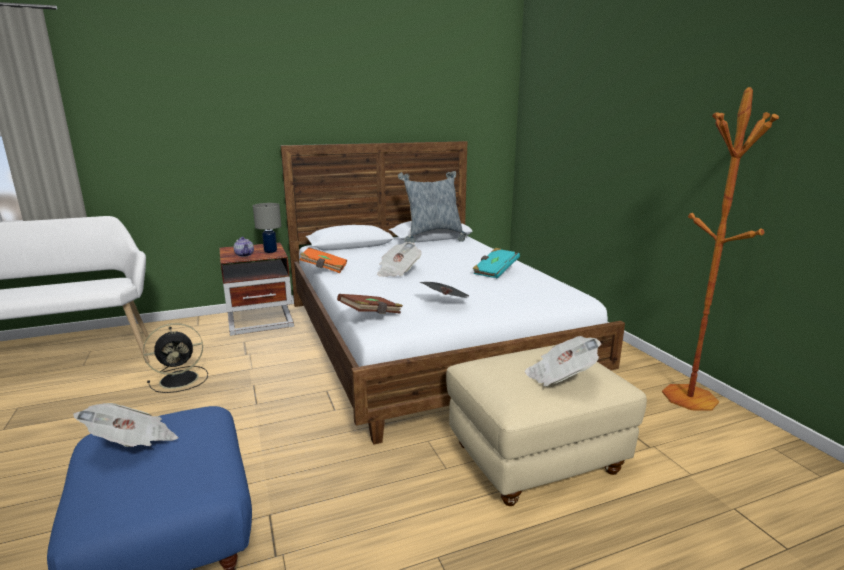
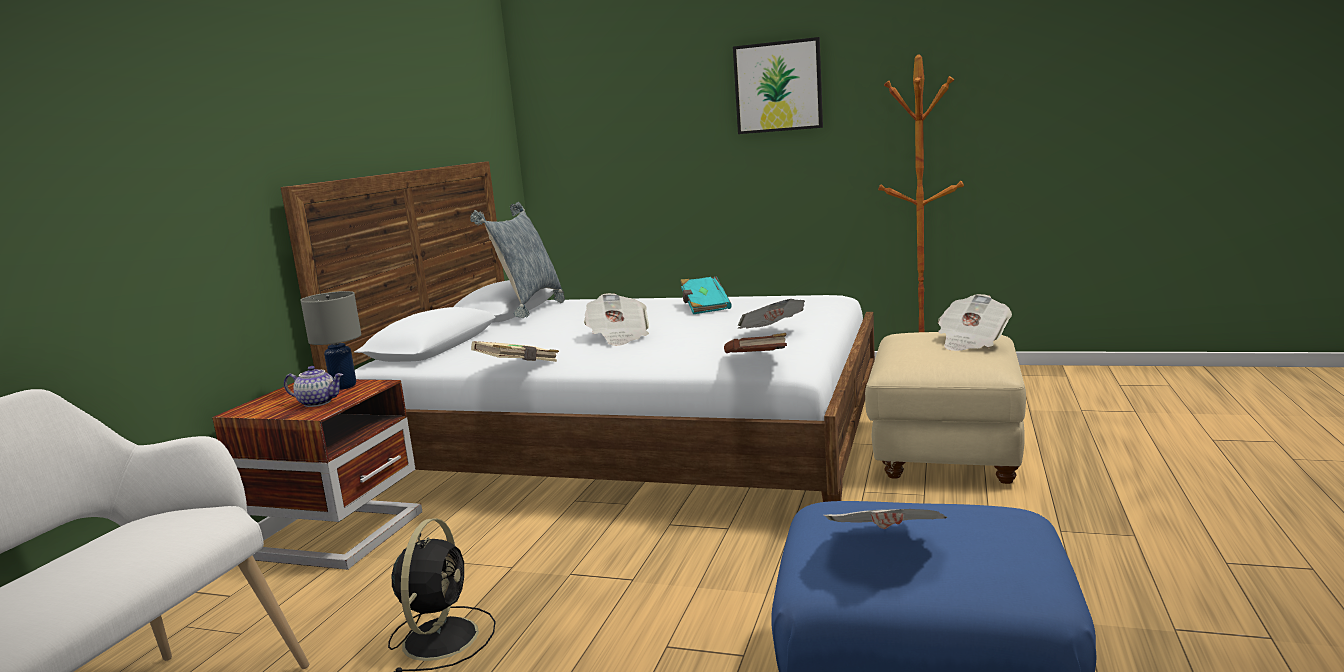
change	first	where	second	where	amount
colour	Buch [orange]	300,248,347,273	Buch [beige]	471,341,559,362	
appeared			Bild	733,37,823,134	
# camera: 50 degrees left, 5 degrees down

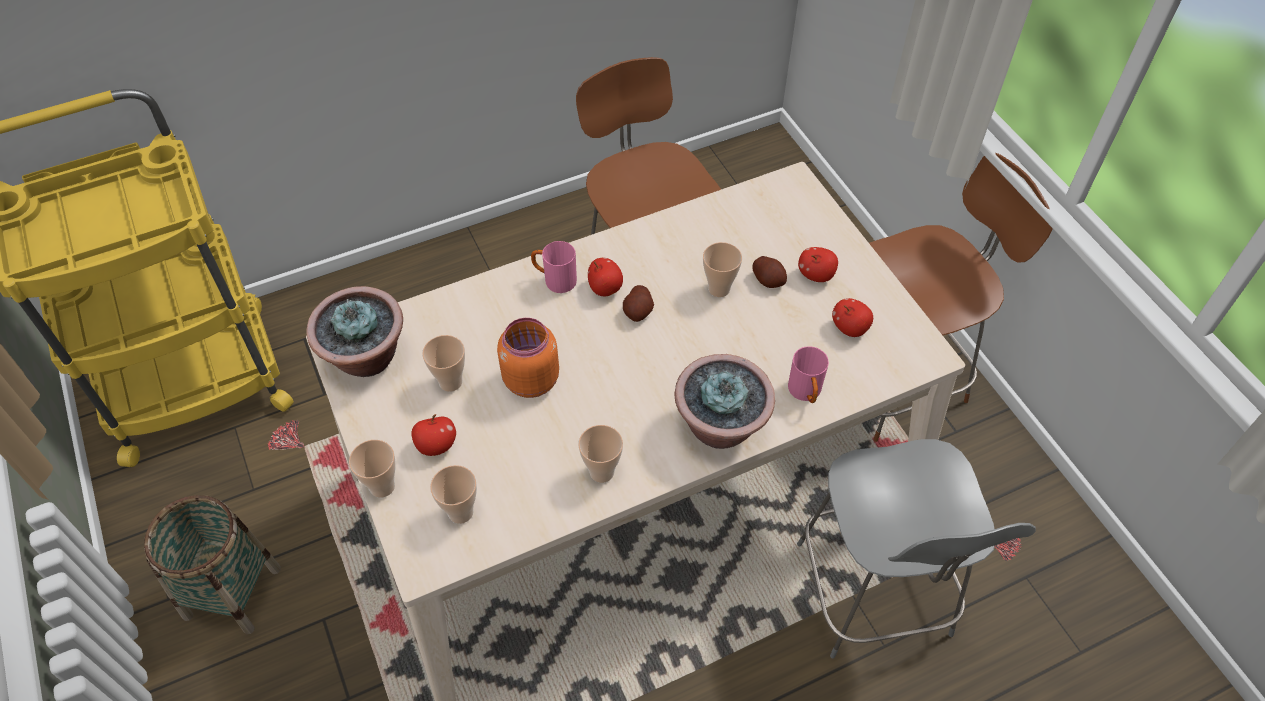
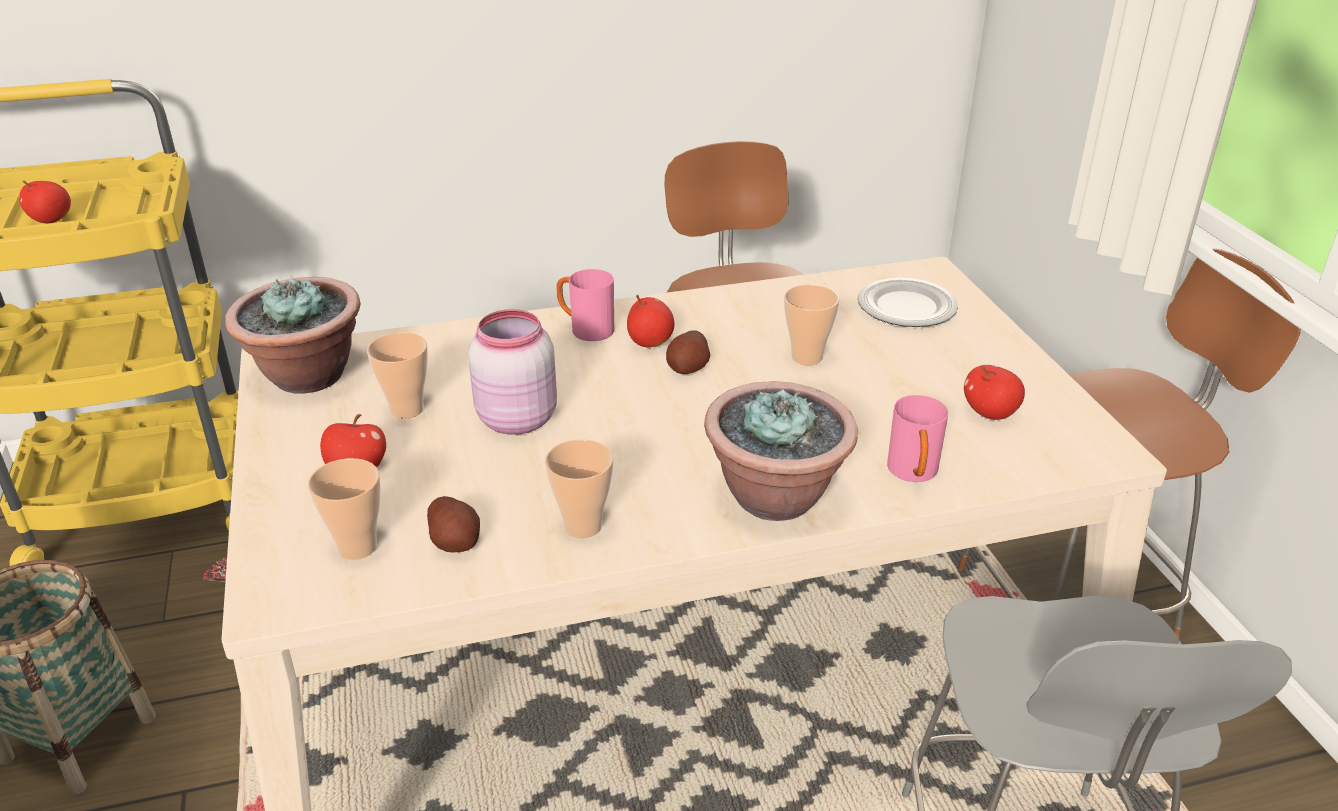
change	first	where	second	where	amount
missing	Tasse	349,440,396,498			
colour	Vorratsglas [orange]	497,318,559,398	Vorratsglas [rosa]	468,309,557,435	
relocated	Kartoffel	752,256,787,288		427,496,480,552	
relocated	Apfel	798,247,838,282		19,181,71,223	
appeared			Teller	858,278,958,327	
# camera: 10 degrees right, 20 degrees down

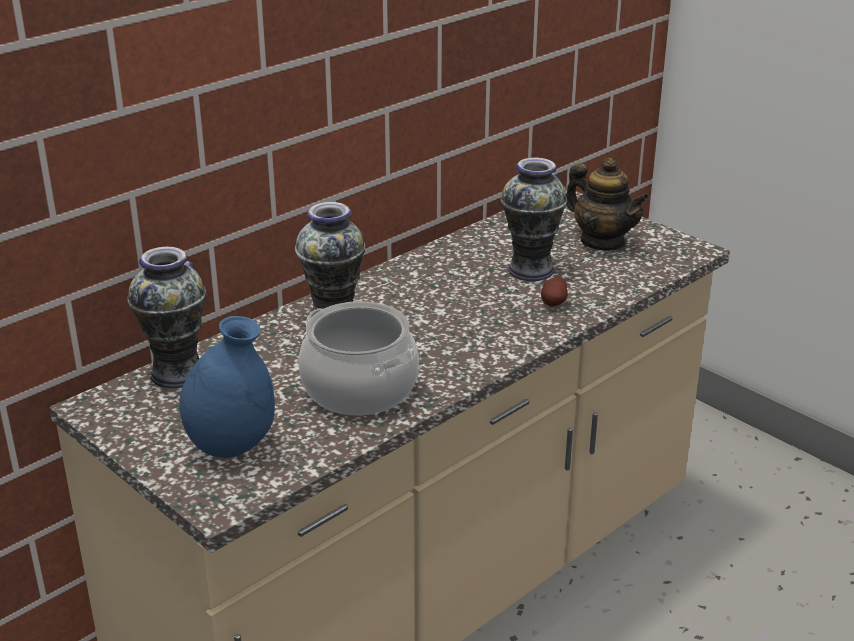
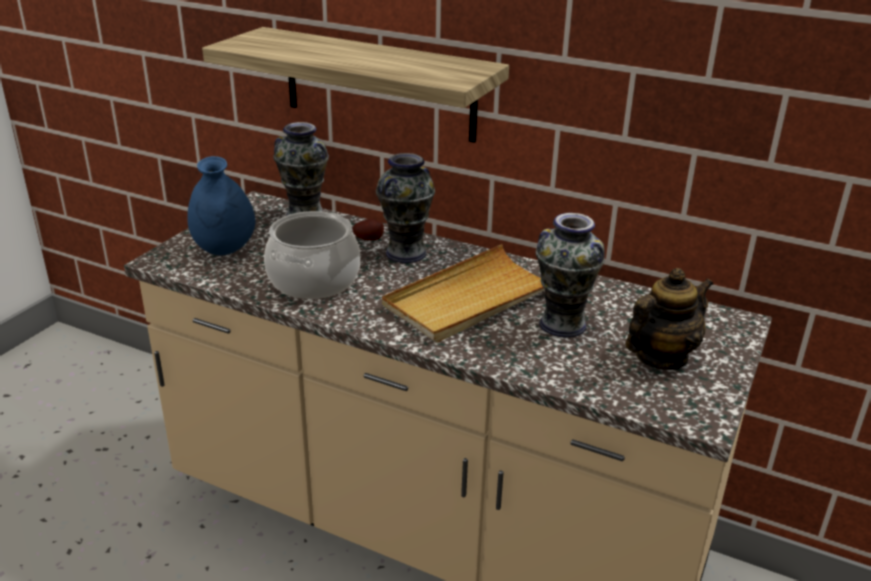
change	first	where	second	where	amount
relocated	Kartoffel	541,276,568,306		353,219,384,240	
spun	Teekanne	566,158,649,251		625,268,713,370	150 degrees counterclockwise
appeared			Wandregal	202,27,509,143	
appeared			Tablett [beige]	382,244,545,343	
# camera: 70 degrees right, 0 degrees up

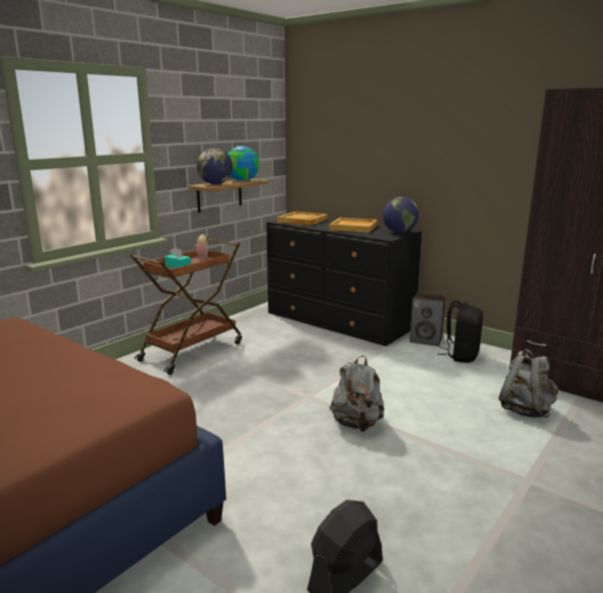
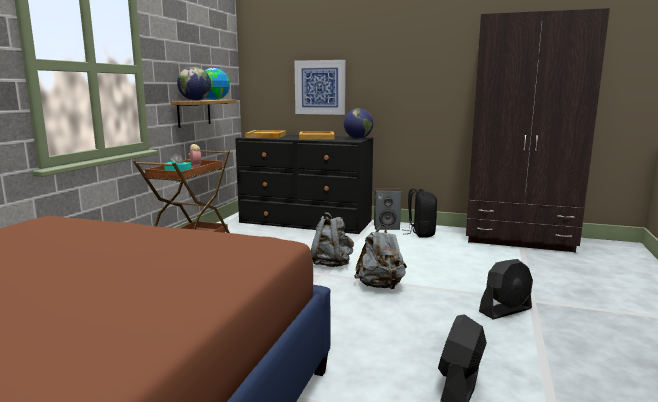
change	first	where	second	where	amount
relocated	Rucksack [grau]	499,349,559,418		311,212,354,267	
appeared			Bild	295,60,346,115	
appeared			Ventilator [schwarz]	479,259,533,319	
# camera: 20 degrees left, 5 degrees down

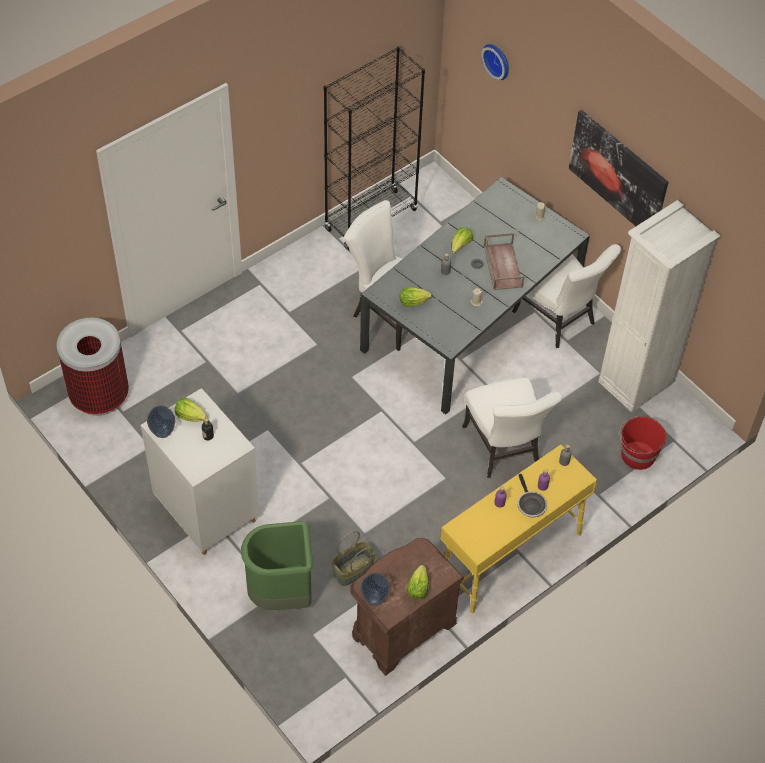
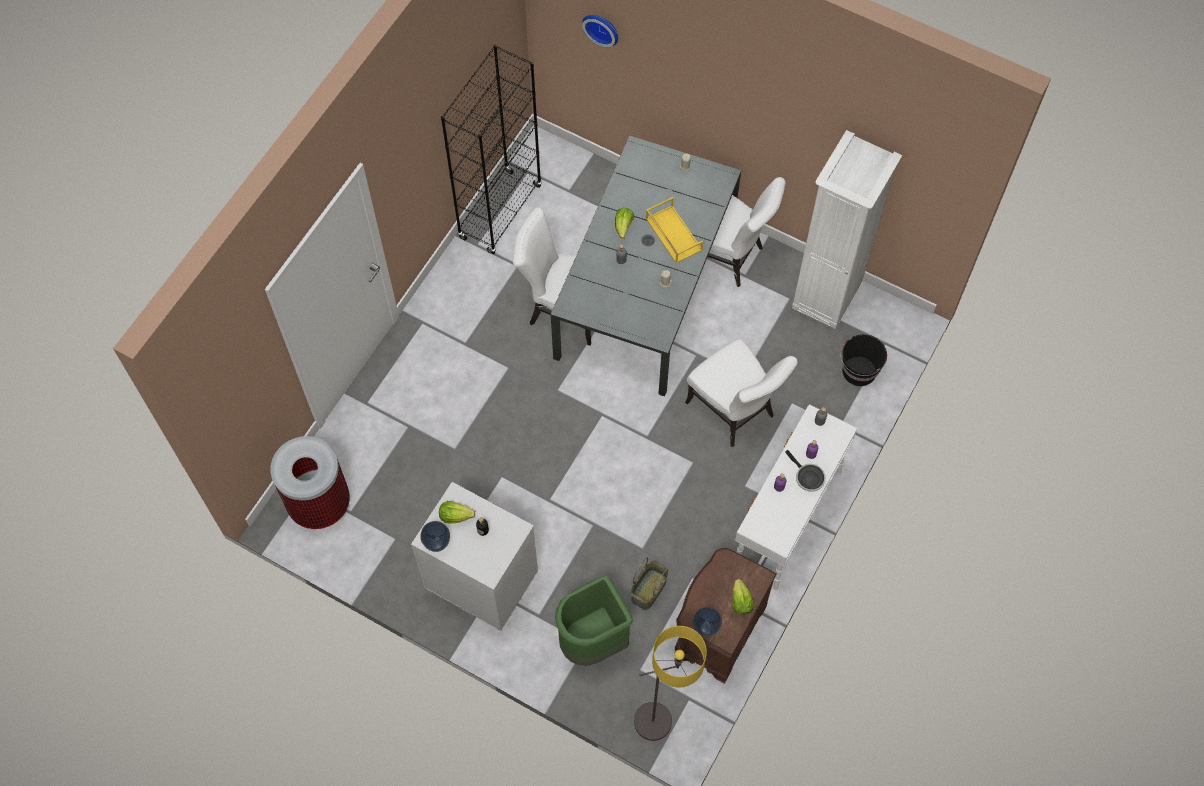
change	first	where	second	where	amount
missing	Salatkopf	400,287,432,307			
colour	Konsolentisch [gelb]	441,445,597,613	Konsolentisch [weiß]	735,404,857,590	
colour	Tablett [braun]	484,233,524,290	Tablett [gelb]	646,197,703,263	
missing	Bild	569,110,668,226			
colour	Eimer [rot]	619,416,666,470	Eimer [schwarz]	840,334,887,386	
appeared			Stehlampe [gelb]	634,626,707,741	
# camera: 20 degrees left, 10 degrees up

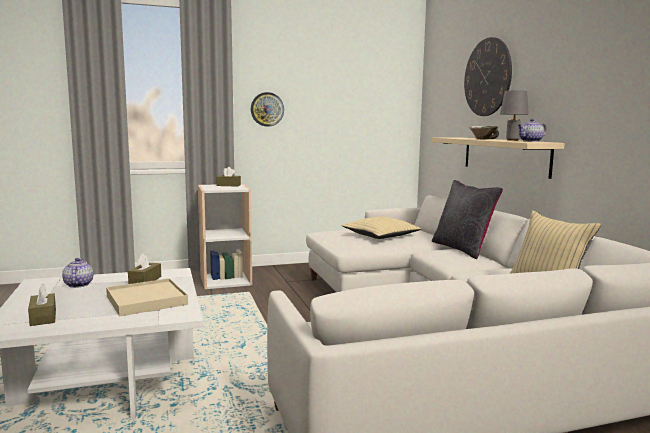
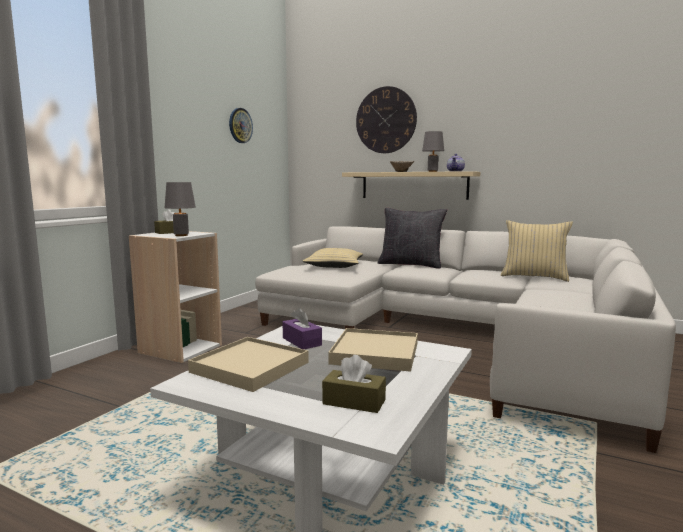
change	first	where	second	where	amount
exchanged	Teekanne	62,258,93,288	Tablett [beige]	188,337,309,392	
colour	Taschentuchbox [braun]	128,254,161,284	Taschentuchbox [lila]	282,307,322,349	
relocated	Wanduhr	251,92,284,127		229,108,253,143	
appeared			Tischlampe [grau]	165,182,196,236	
# camera: 45 degrees left, 0 degrees up

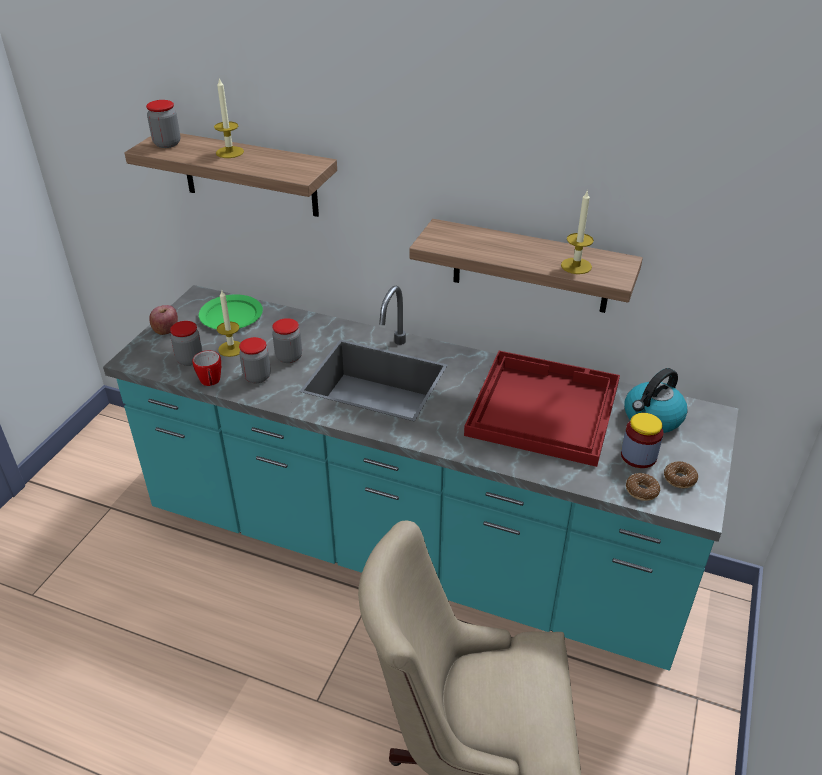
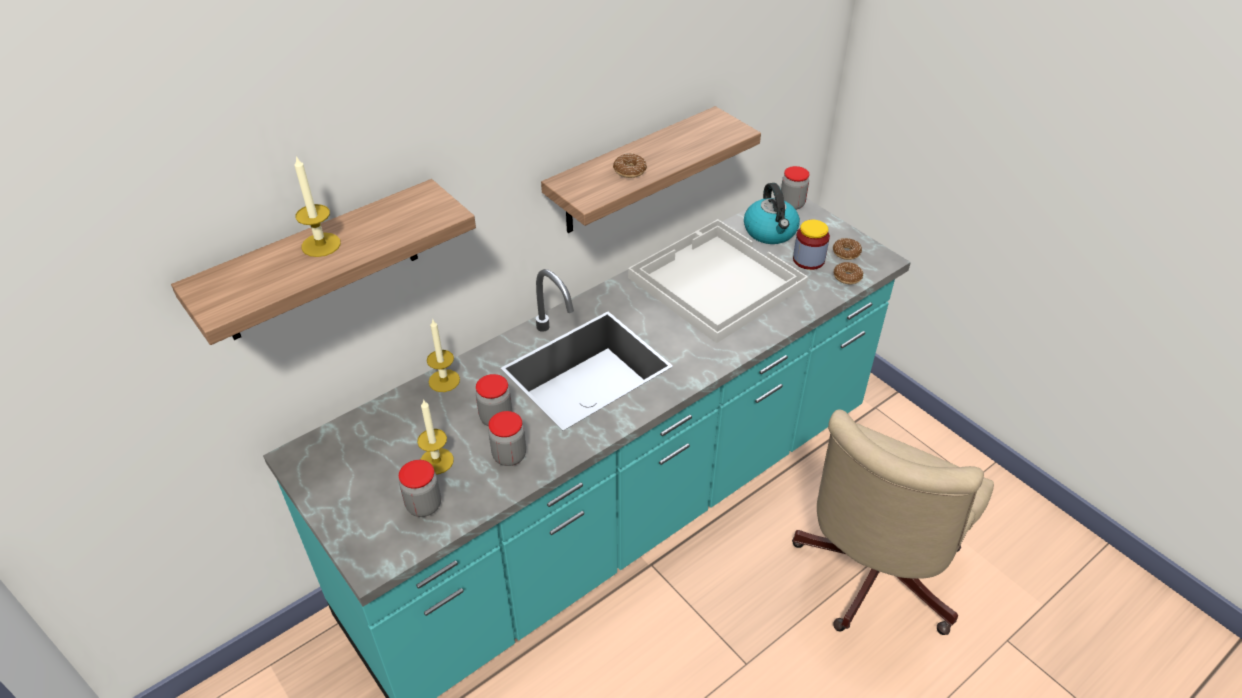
change	first	where	second	where	amount
relocated	Vorratsglas	146,100,180,148		781,166,809,210	
missing	Apfel	149,305,178,335			
missing	Henkelbecher	192,351,221,386			
missing	Teller [grün]	199,294,263,329			
colour	Tablett [rot]	464,351,620,467	Tablett [weiß]	628,219,808,343	
relocated	Kerze	561,191,594,274		427,318,460,392	
appeared			Donut	613,153,647,178	
# camera: 60 degrees left, 5 degrees up

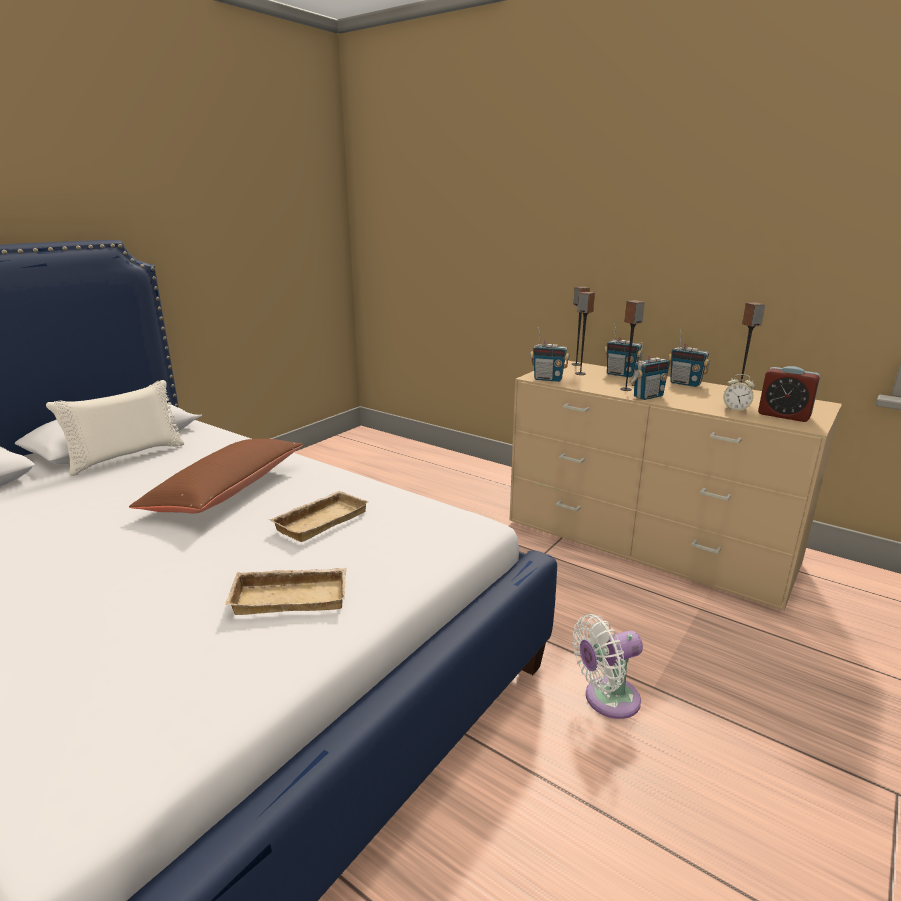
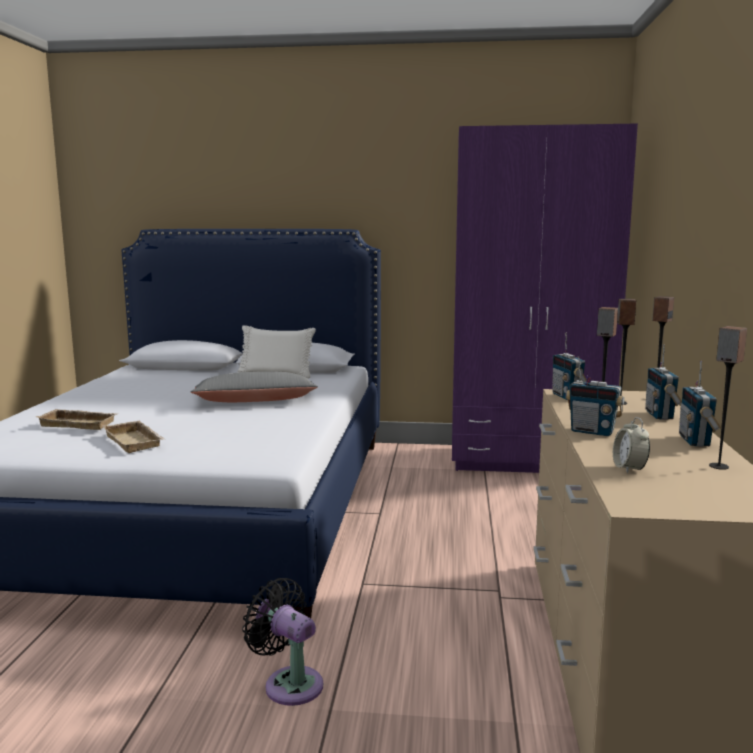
change	first	where	second	where	amount
colour	Kissen [braun]	129,439,304,513	Kissen [grau]	191,371,318,402	
relocated	Tablett [beige]	269,491,368,542		36,409,118,430	
colour	Ventilator [weiß]	573,614,643,719	Ventilator [schwarz]	242,578,323,706	
missing	Wecker	758,366,820,422			
appeared			Kleiderschrank [lila]	452,124,638,473	
# camera: 60 degrees right, 10 degrees down

